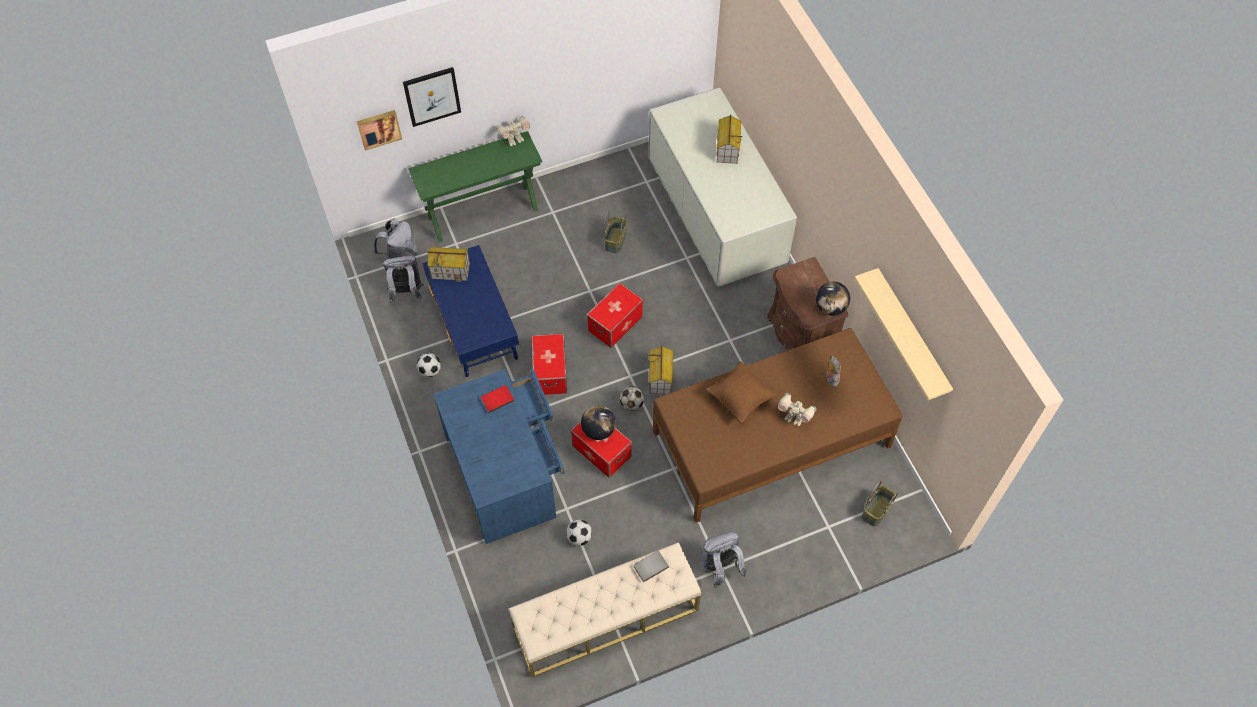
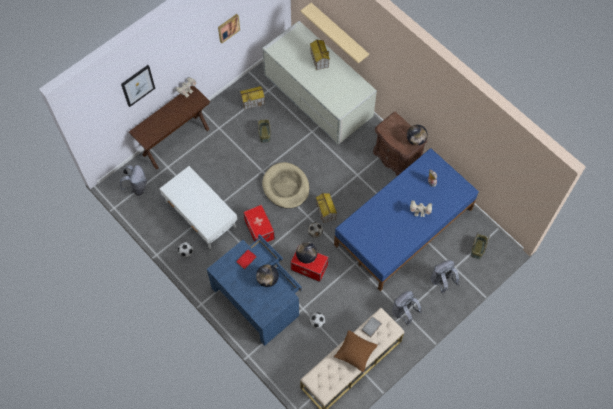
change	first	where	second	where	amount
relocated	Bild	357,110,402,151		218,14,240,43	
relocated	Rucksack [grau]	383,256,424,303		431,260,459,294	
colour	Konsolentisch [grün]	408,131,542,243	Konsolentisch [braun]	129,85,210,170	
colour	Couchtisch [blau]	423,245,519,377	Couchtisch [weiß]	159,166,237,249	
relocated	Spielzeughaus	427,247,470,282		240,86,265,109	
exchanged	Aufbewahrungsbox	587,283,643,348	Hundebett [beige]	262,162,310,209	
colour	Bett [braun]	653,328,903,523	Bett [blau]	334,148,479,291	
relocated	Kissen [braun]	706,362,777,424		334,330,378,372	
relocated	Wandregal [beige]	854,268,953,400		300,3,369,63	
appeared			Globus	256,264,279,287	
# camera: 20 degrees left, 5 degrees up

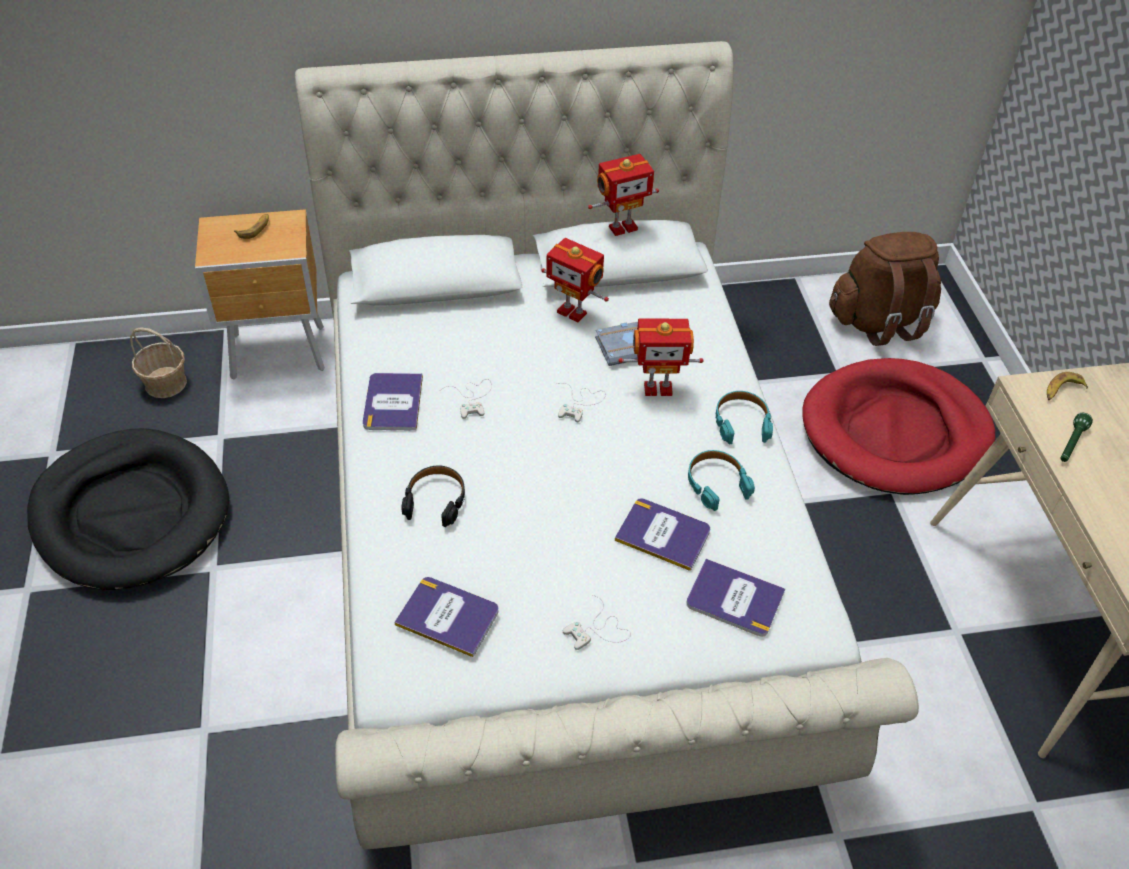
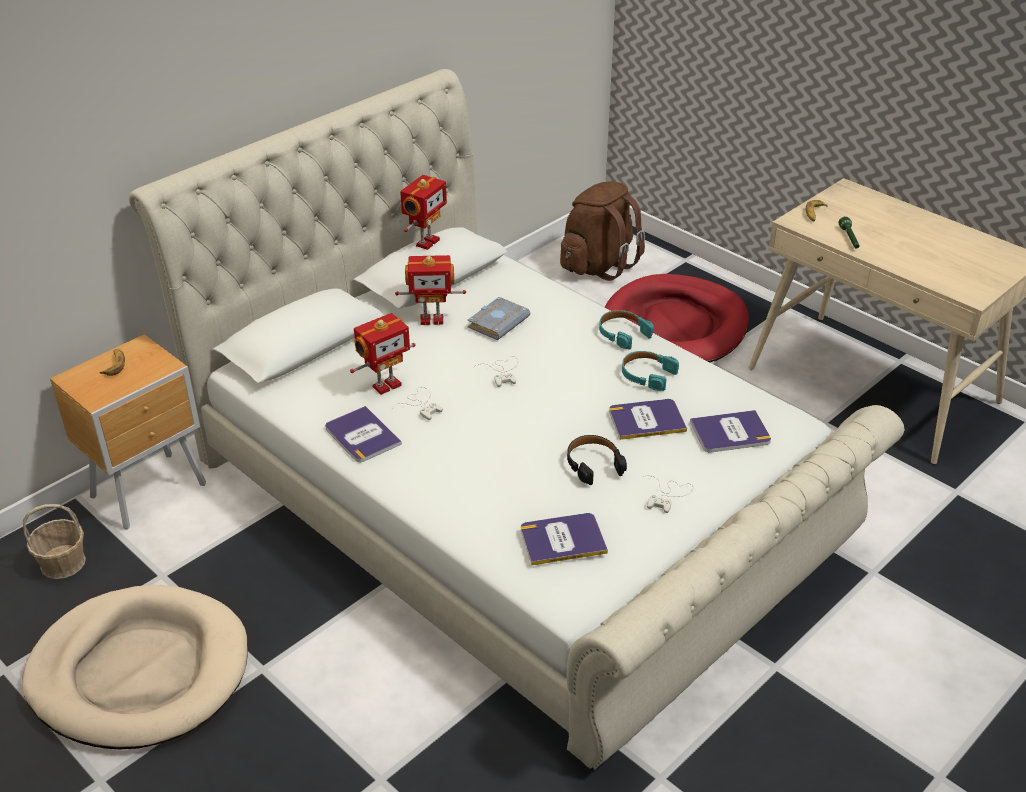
change	first	where	second	where	amount
colour	Hundebett [schwarz]	27,428,229,590	Hundebett [beige]	22,585,248,750	
relocated	Kopfhörer [schwarz]	402,466,465,527		567,435,627,485	
relocated	Spielzeugroboter	618,319,704,396		350,313,416,395	
# camera: 35 degrees left, 10 degrees down

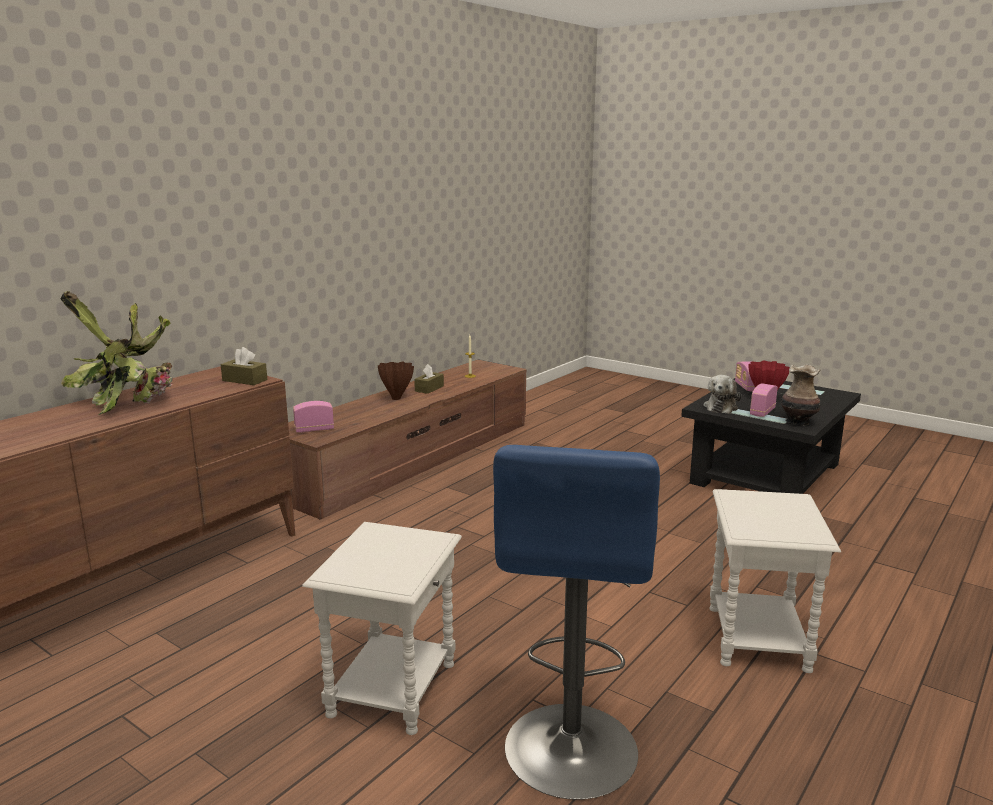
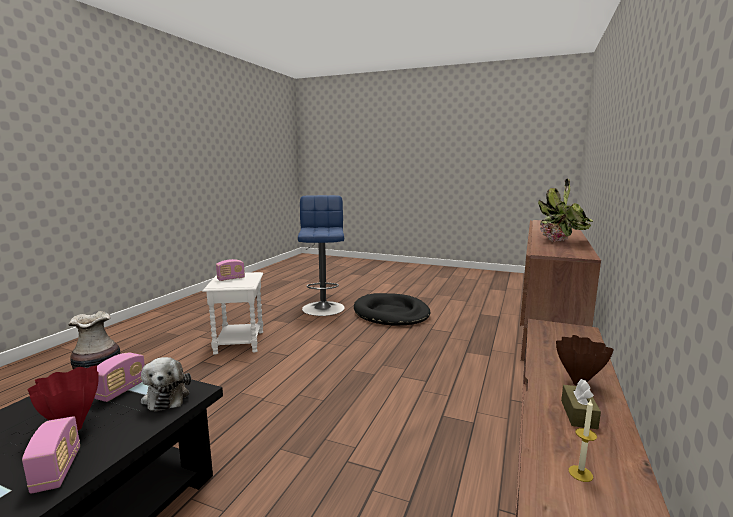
change	first	where	second	where	amount
missing	Taschentuchbox [braun]	221,347,267,385			
relocated	Radio	293,401,334,433		216,259,245,281	
exchanged	Beistelltisch [weiß]	302,522,462,735	Hundebett [schwarz]	354,293,430,326	
spun	Plüschtier	703,375,741,414		141,357,191,412	150 degrees clockwise
# camera: 165 degrees right, 5 degrees down

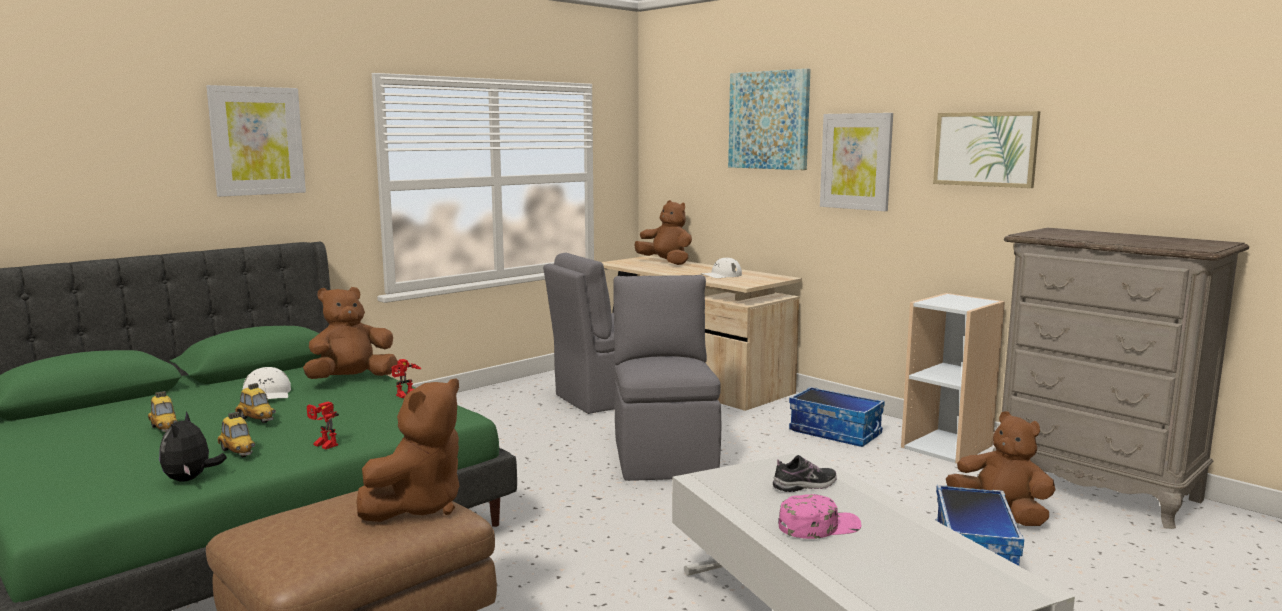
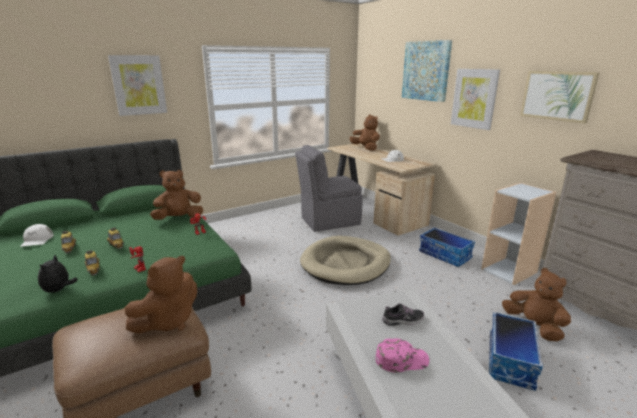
change	first	where	second	where	amount
relocated	Kappe [weiß]	243,367,291,399		20,224,54,247	
exchanged	Stuhl [grau]	613,275,721,481	Hundebett [beige]	300,236,391,285	
# camera: 10 degrees right, 10 degrees up

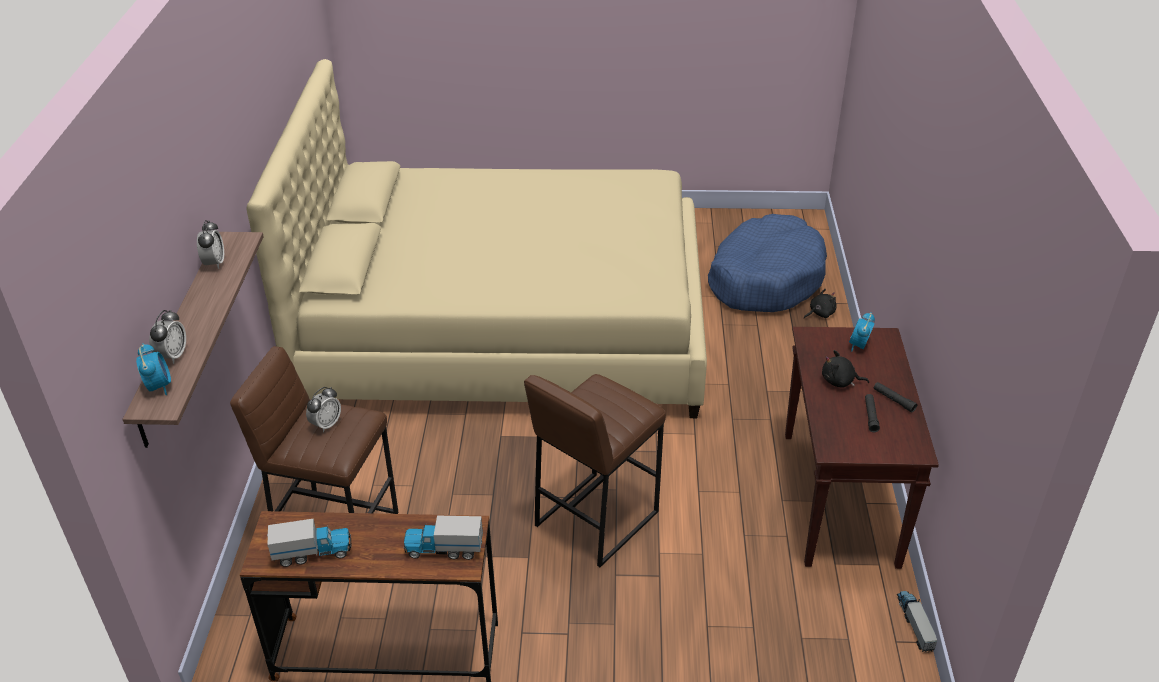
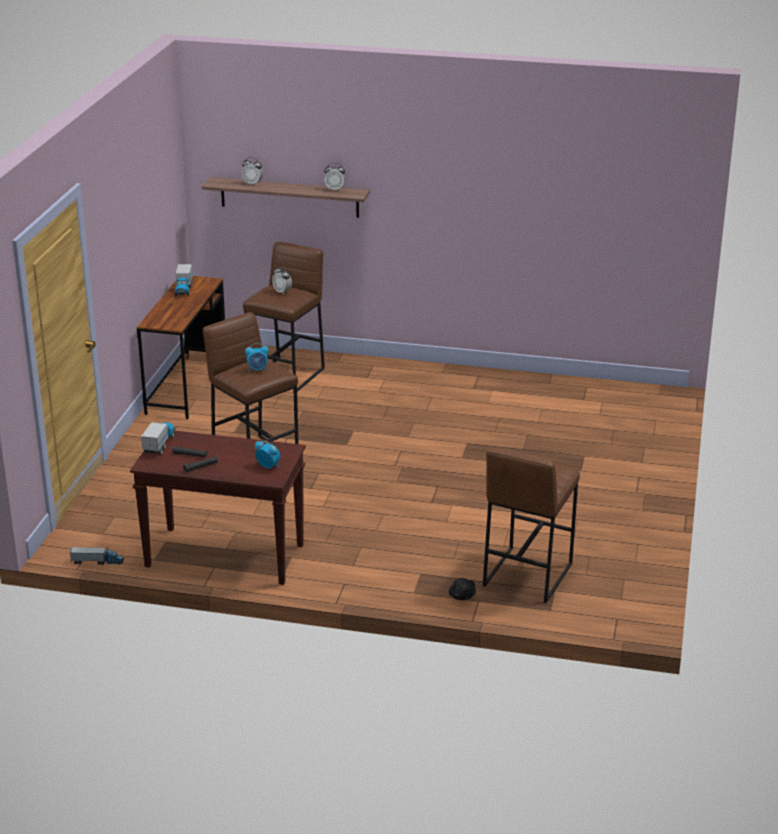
change	first	where	second	where	amount
relocated	Wecker	136,343,171,395		245,343,269,372	
missing	Bett [beige]	246,59,707,418			
relocated	Spielzeuglaster	404,516,483,560		141,419,175,455	
exchanged	Hundebett [blau]	708,214,827,312	Hocker [braun]	483,447,580,603	
missing	Plüschtier [schwarz]	822,350,869,388			
# camera: 100 degrees right, 10 degrees down

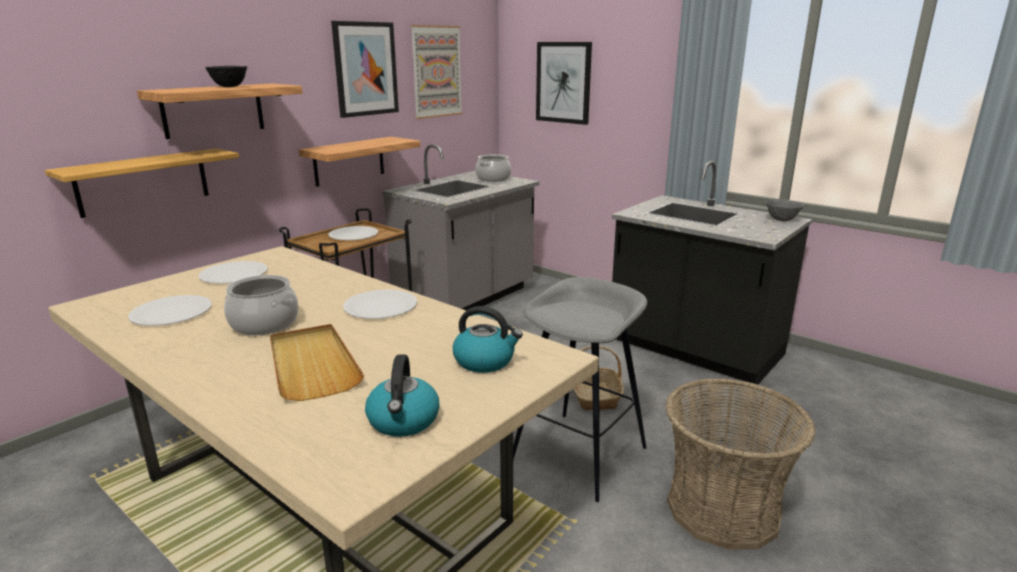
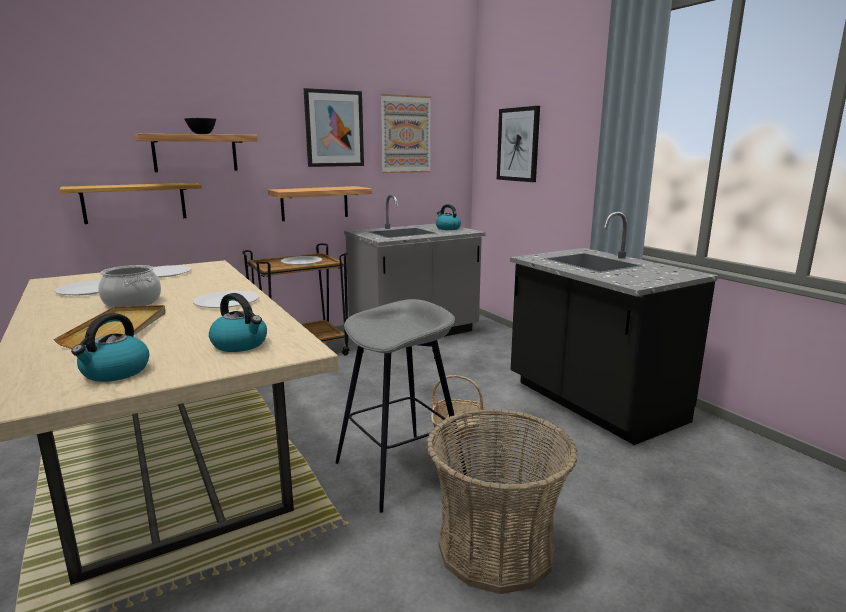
change	first	where	second	where	amount
exchanged	Kochtopf	475,154,511,182	Wasserkessel	436,204,461,230	
missing	Schüssel [grau]	766,199,804,221			
# camera: 20 degrees right, 5 degrees down

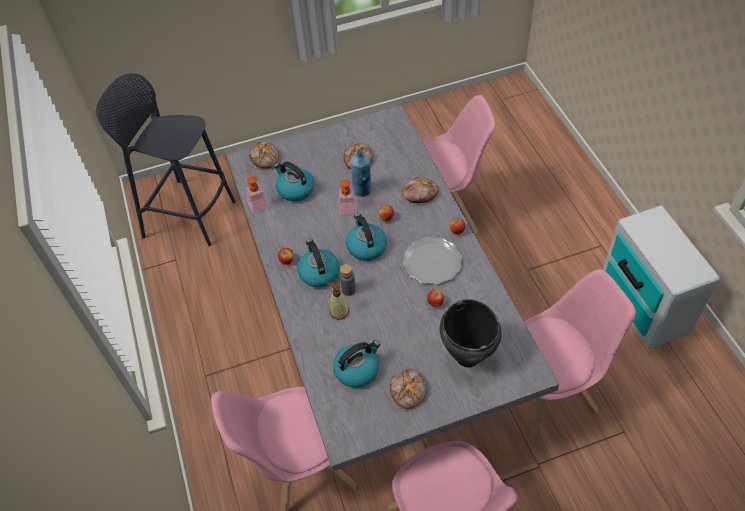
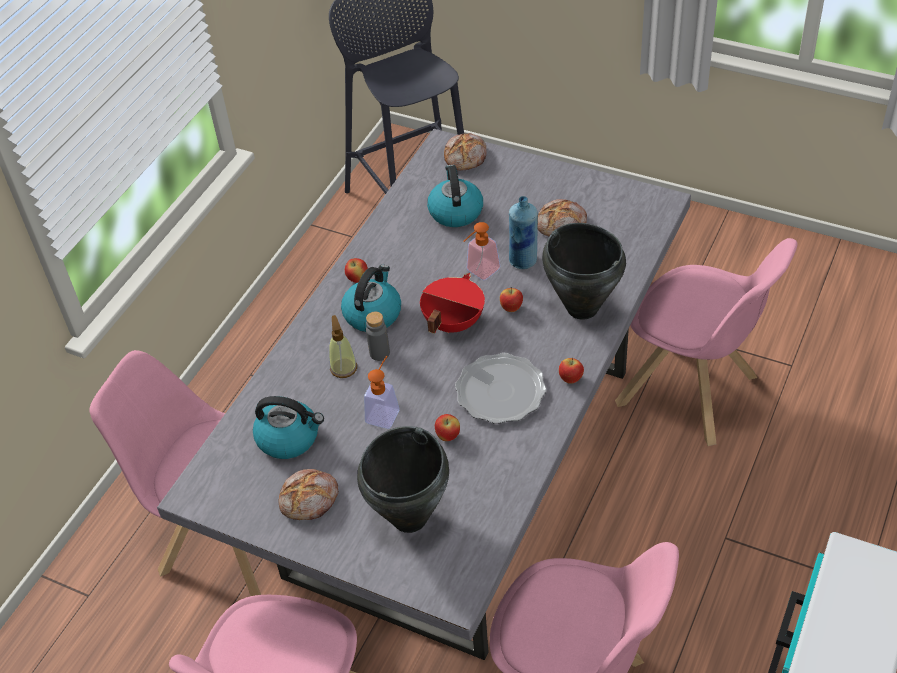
change	first	where	second	where	amount
relocated	Seifenspender	246,169,269,213		364,356,400,429	
exchanged	Wasserkessel	346,214,387,261	Kochtopf [rot]	420,273,485,334	
exchanged	Brot	402,177,439,203	Kochtopf [schwarz]	542,223,626,320	
# camera: 45 degrees right, 5 degrees down

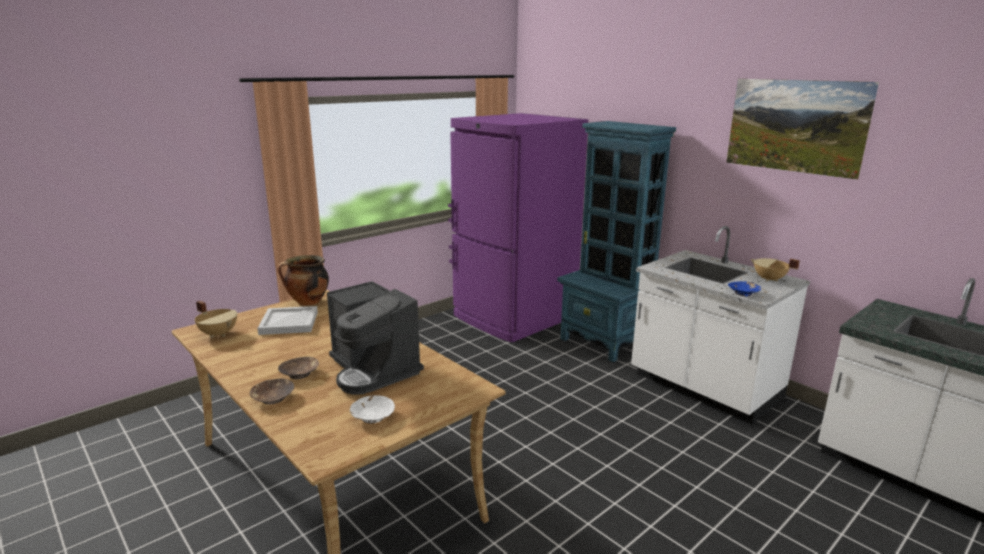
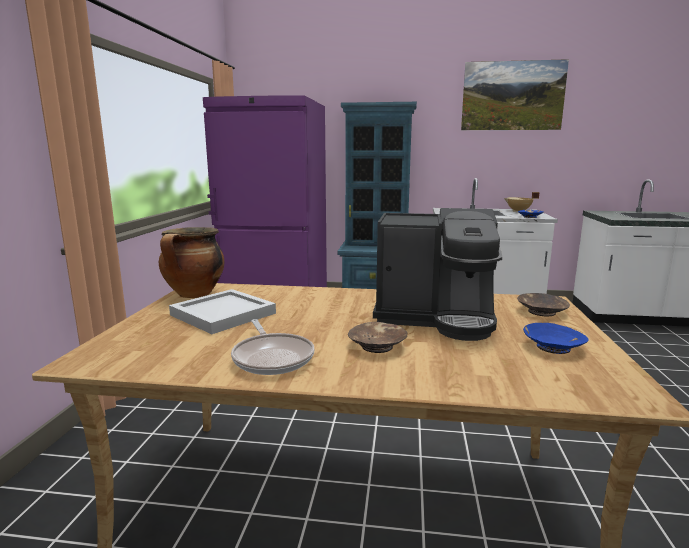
change	first	where	second	where	amount
missing	Kochtopf [beige]	195,301,237,338			
relocated	Schüssel [braun]	250,379,294,404		517,293,570,316	
colour	Schüssel [weiß]	350,395,395,423	Schüssel [blau]	523,323,588,354	
appeared			Pfanne	231,319,314,375	
# camera: 40 degrees left, 5 degrees down

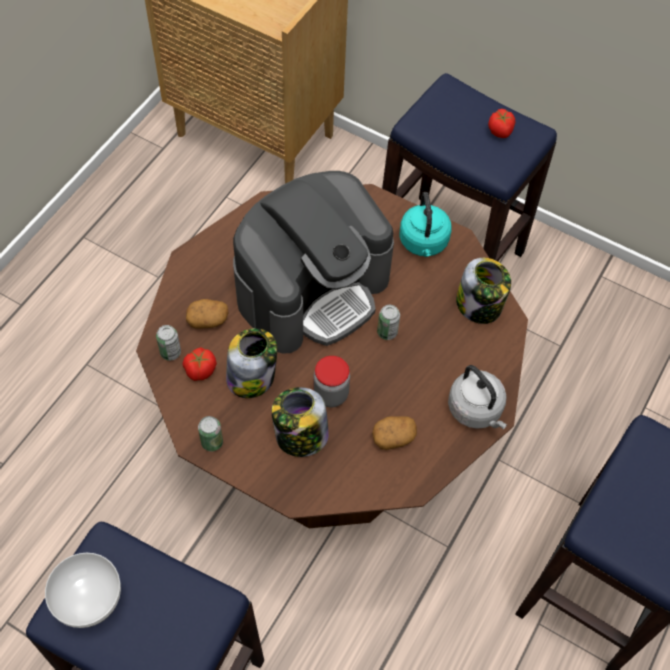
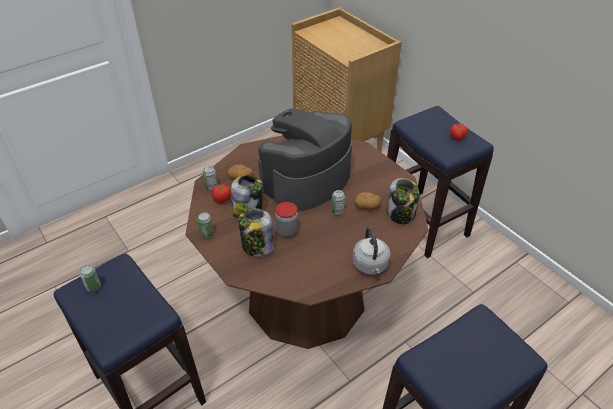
change	first	where	second	where	amount
exchanged	Schüssel	45,553,121,628	Dose	80,265,101,292	
spun	Kaffeemaschine	233,171,394,354		258,108,352,211	150 degrees clockwise
relocated	Kartoffel	372,416,417,450		354,192,381,209	
missing	Wasserkessel [türkis]	399,192,451,257			
# camera: 25 degrees right, 15 degrees down

